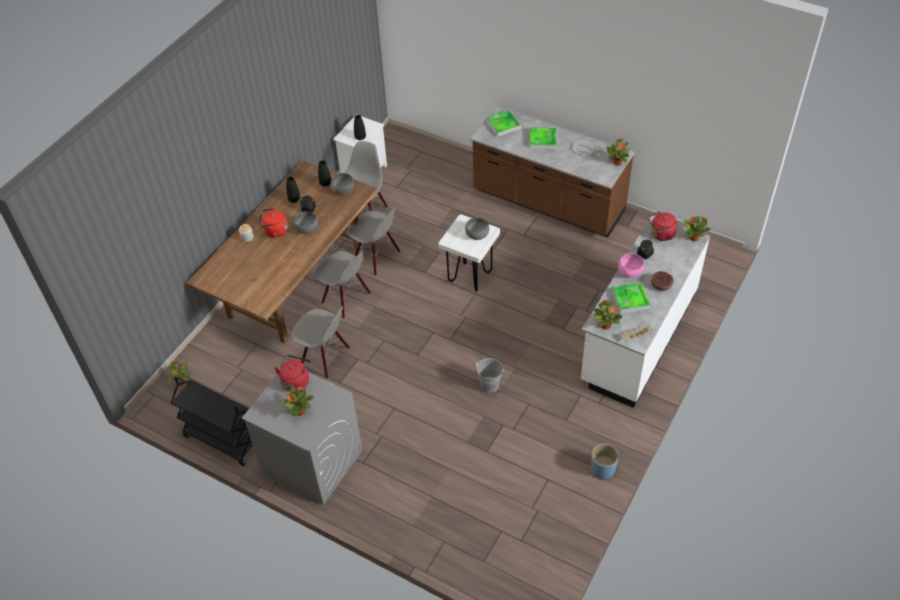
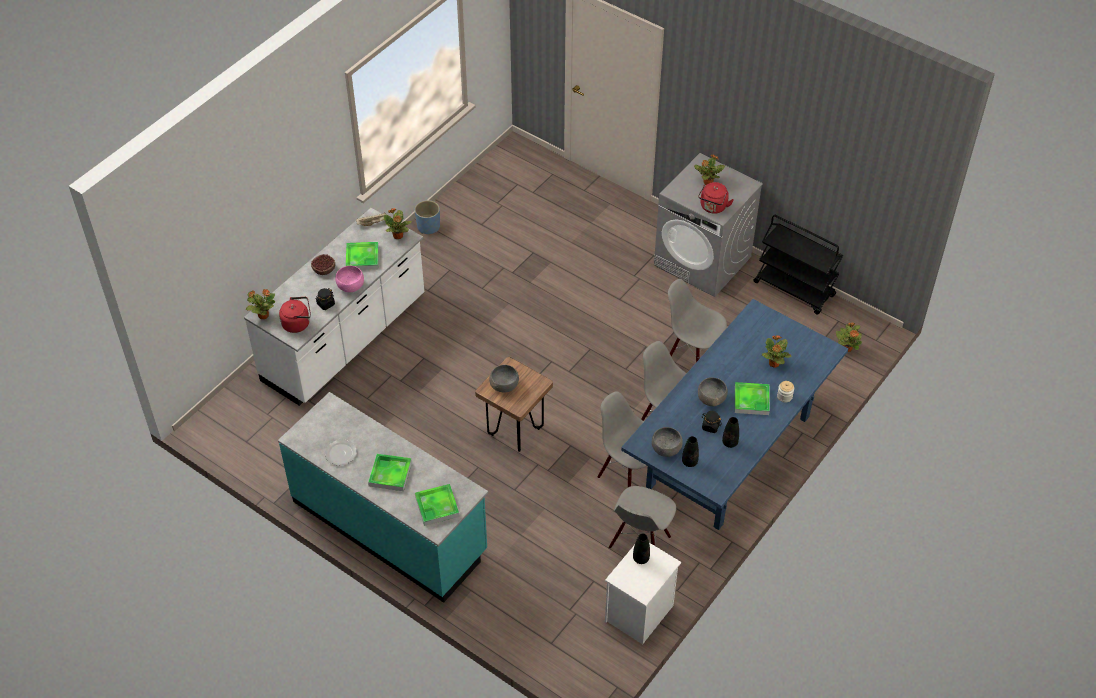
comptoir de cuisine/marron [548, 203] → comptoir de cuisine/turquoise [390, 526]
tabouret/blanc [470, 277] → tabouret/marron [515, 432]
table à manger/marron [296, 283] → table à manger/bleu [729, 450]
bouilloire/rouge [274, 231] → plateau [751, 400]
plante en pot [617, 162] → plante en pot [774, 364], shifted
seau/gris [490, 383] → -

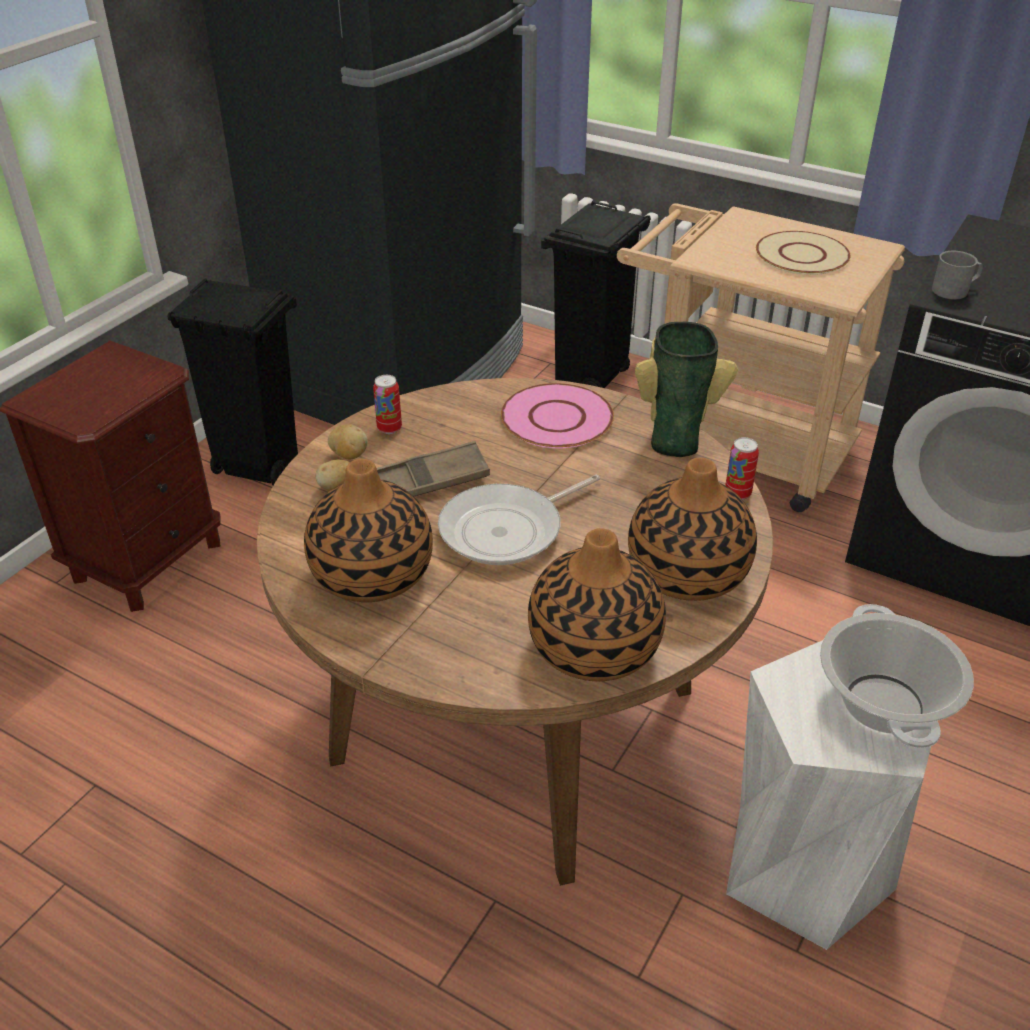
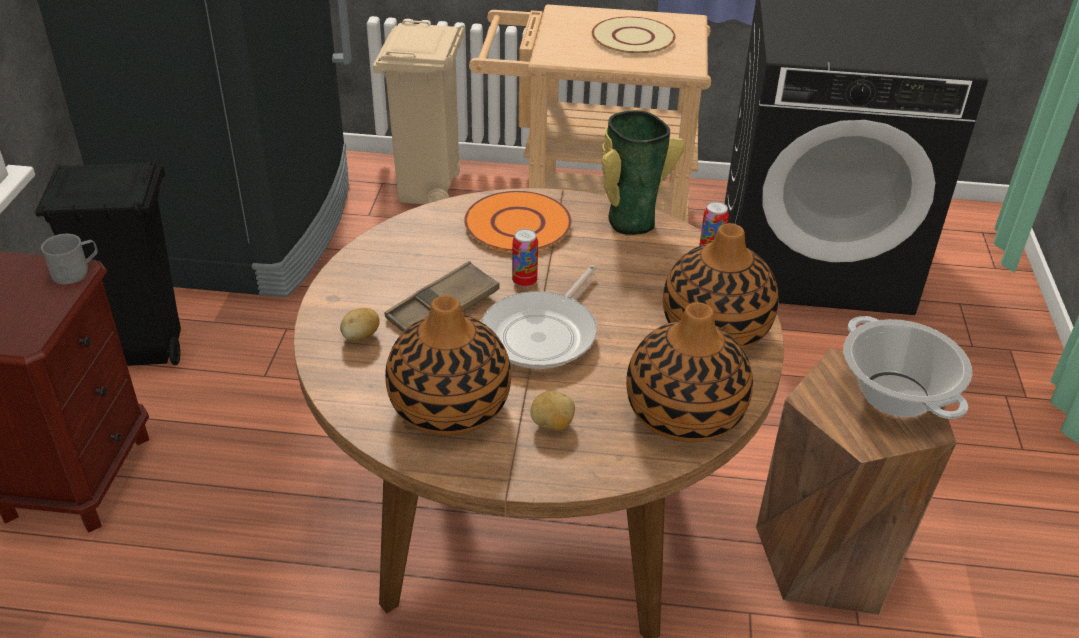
mug/gris [954, 290] → mug/gris [76, 271], shifted
poubelle/noir [589, 380] → poubelle/beige [428, 191]
assiette/rose [556, 419] → assiette/orange [517, 224]
boîte métallique [389, 428] → boîte métallique [524, 281], shifted
pomme de terre [348, 455] → pomme de terre [552, 424], shifted
tabouret/blanc [804, 867] → tabouret/marron [828, 556]

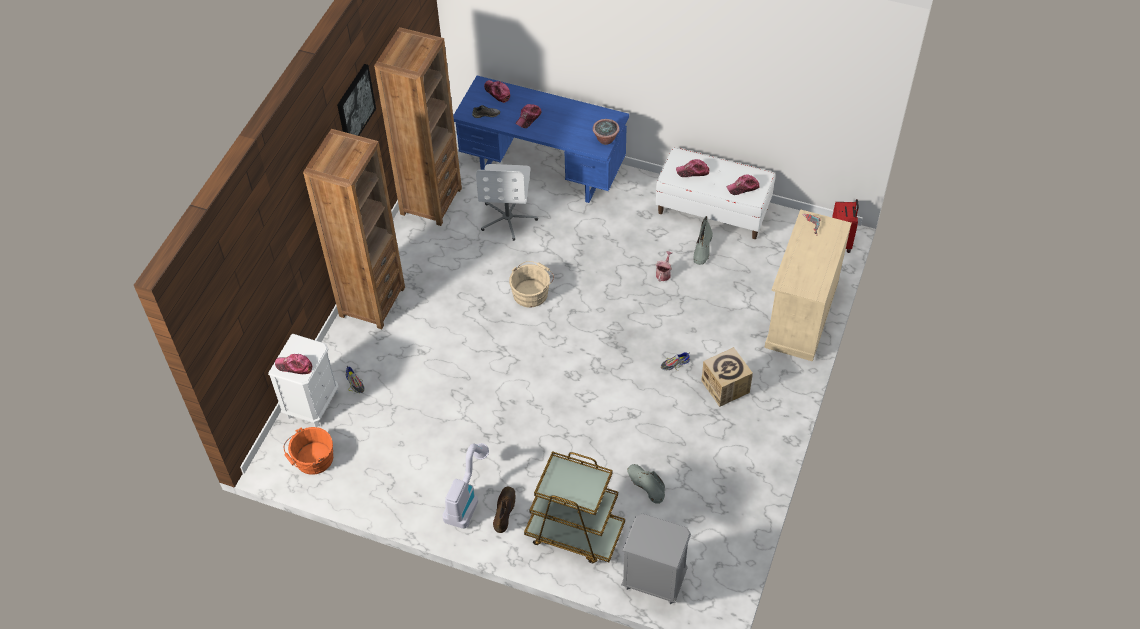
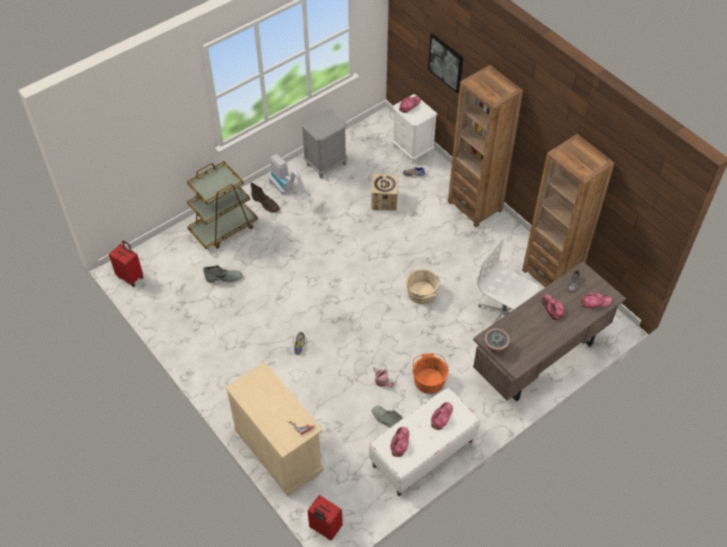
- → valise/rouge [131, 277]
table de chevet/gris [654, 580] → table de chevet/gris [326, 164], shifted
carton [725, 386] → carton [384, 200], shifted
seau/orange [312, 459] → seau/orange [429, 378], shifted
tableau [355, 106] → tableau [446, 62], shifted
bureau/bleu [544, 171] → bureau/marron [539, 359]

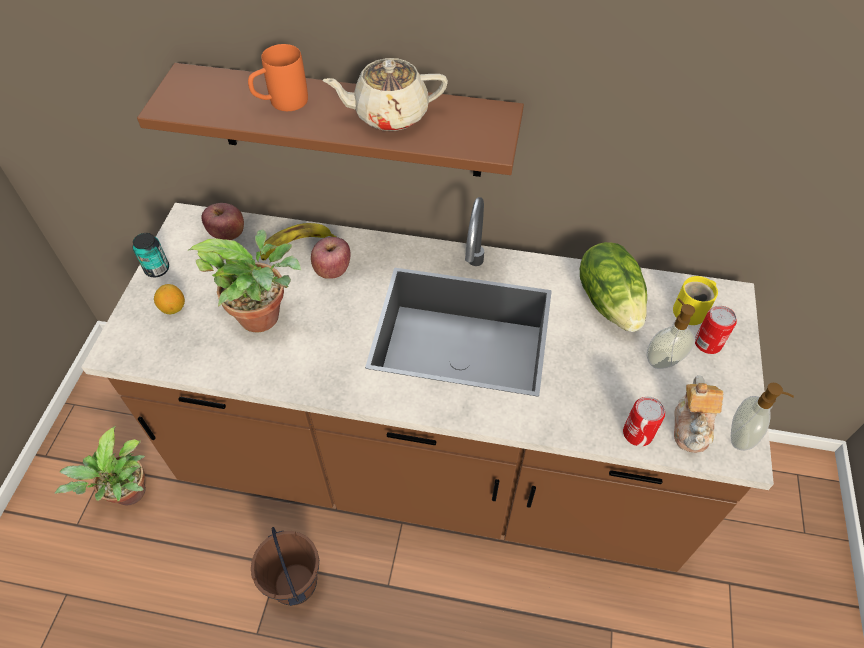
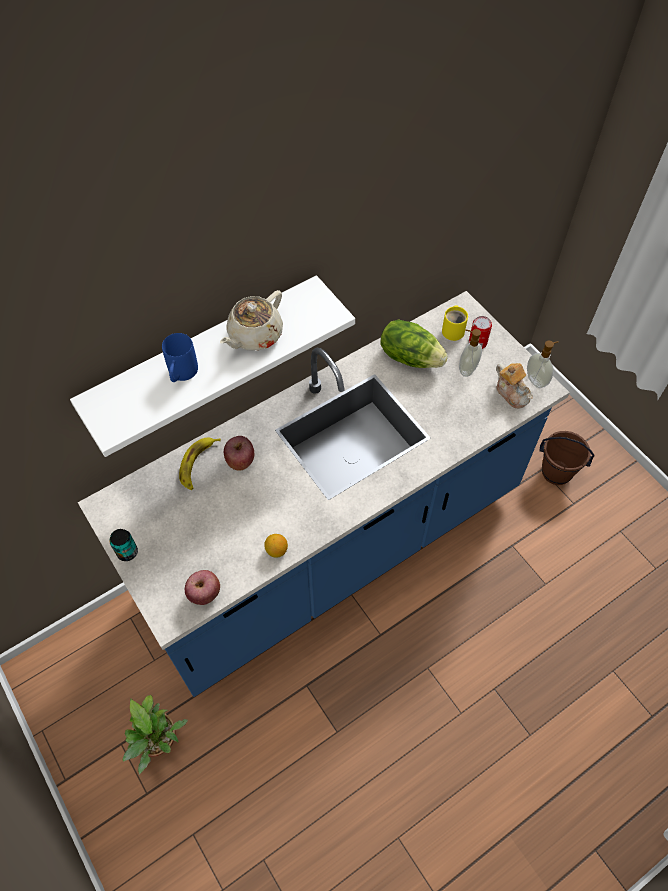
étagère/marron [348, 122] → étagère/blanc [204, 357]
comptoir de cuisine/marron [432, 466] → comptoir de cuisine/bleu [334, 547]
mug/orange [281, 103] → mug/bleu [181, 375]
pomme [227, 234] → pomme [205, 593], shifted
citron [173, 308] → citron [276, 550], shifted
seau/marron [296, 583] → seau/marron [556, 472], shifted
plante en pot [265, 316] → -
boîte métallique [637, 433] → -

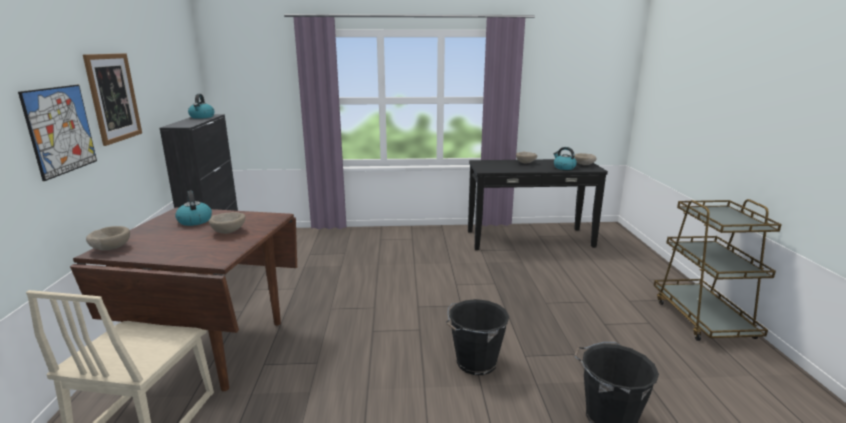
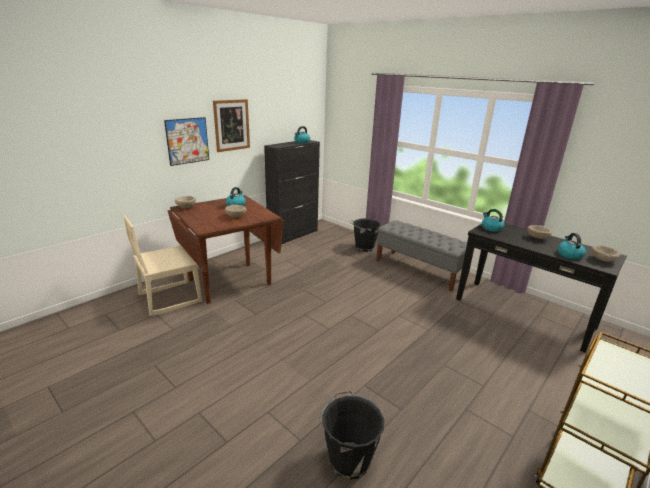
seau/noir [475, 363] → seau/noir [363, 247], shifted
- → banc/gris [419, 270]
- → bouilloire [491, 228]

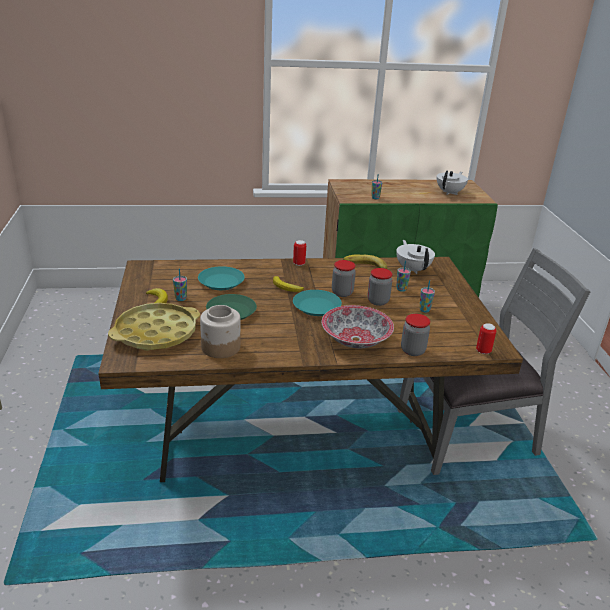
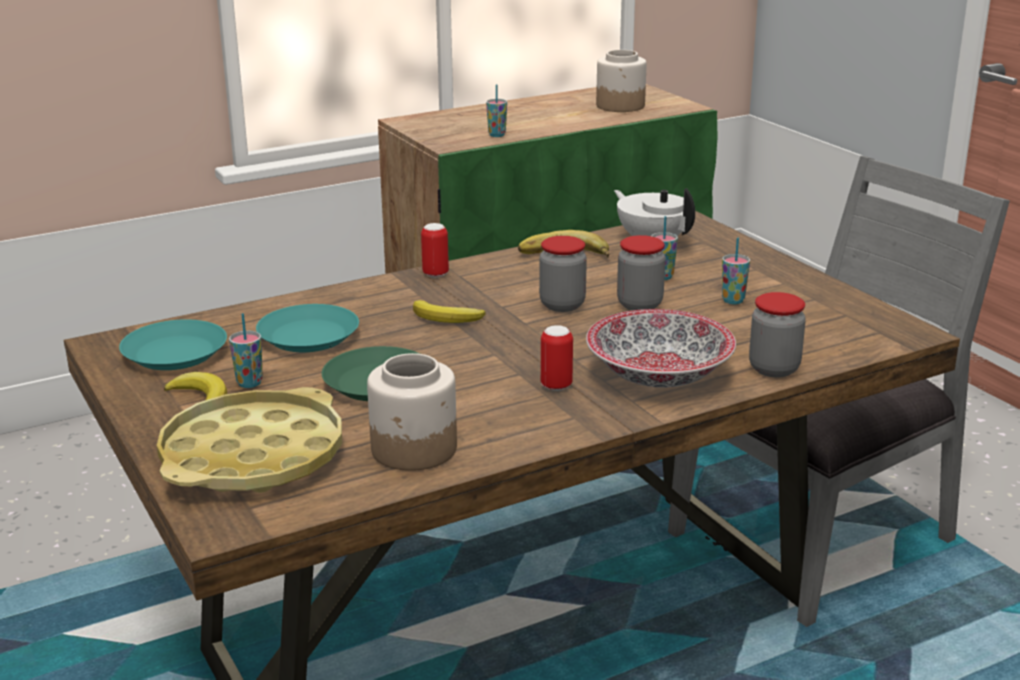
assiette/turquoise [316, 307] → assiette/turquoise [174, 354], shifted
boîte métallique [483, 351] → boîte métallique [556, 385], shifted
théière/blanc [450, 193] → bocal [621, 106]

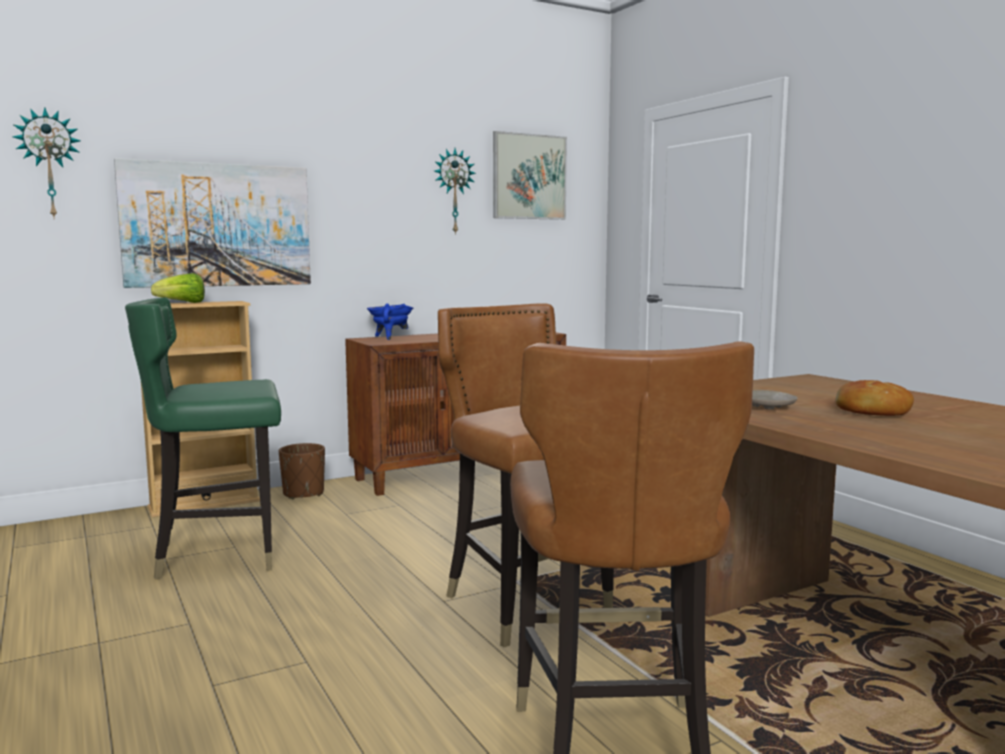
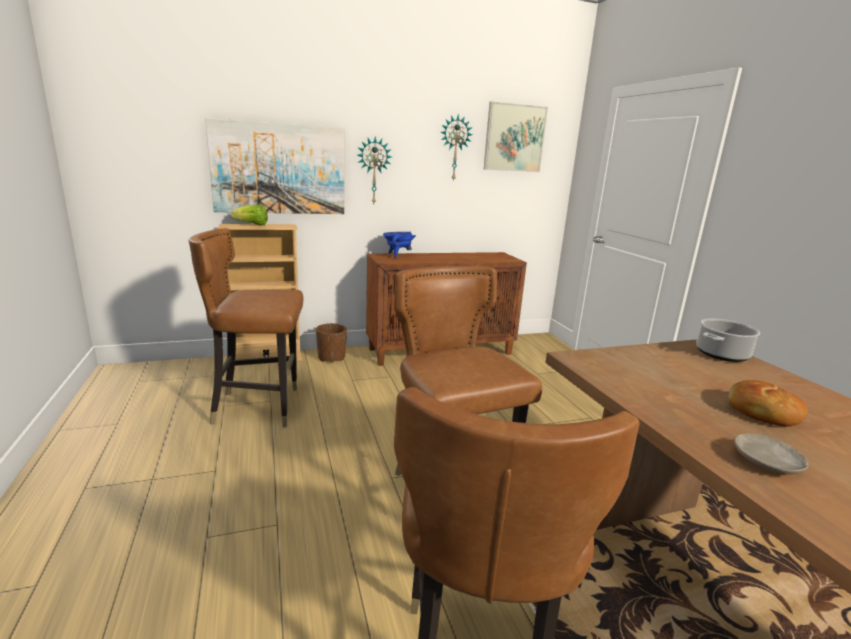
chaise/vert [219, 555] → chaise/marron [258, 407]
horloge murale [49, 164] → horloge murale [373, 171], shifted
- → marmite [721, 354]
assiette/beige [768, 407] → assiette/beige [767, 462], shifted

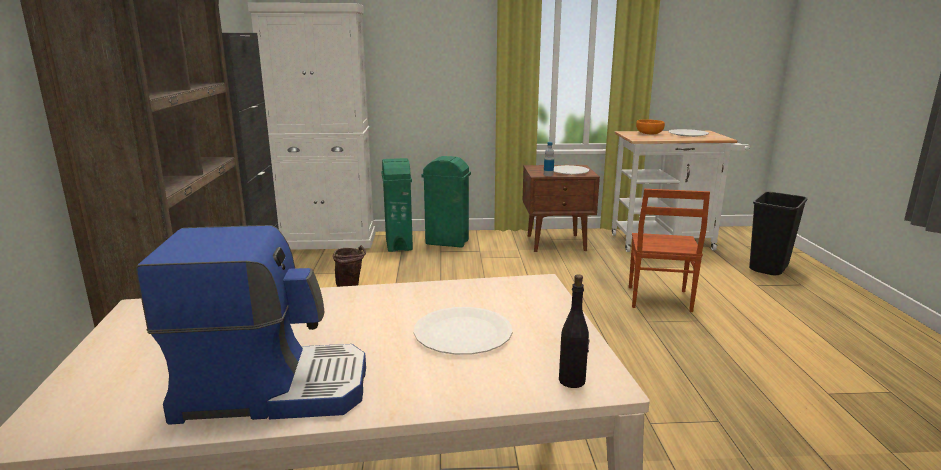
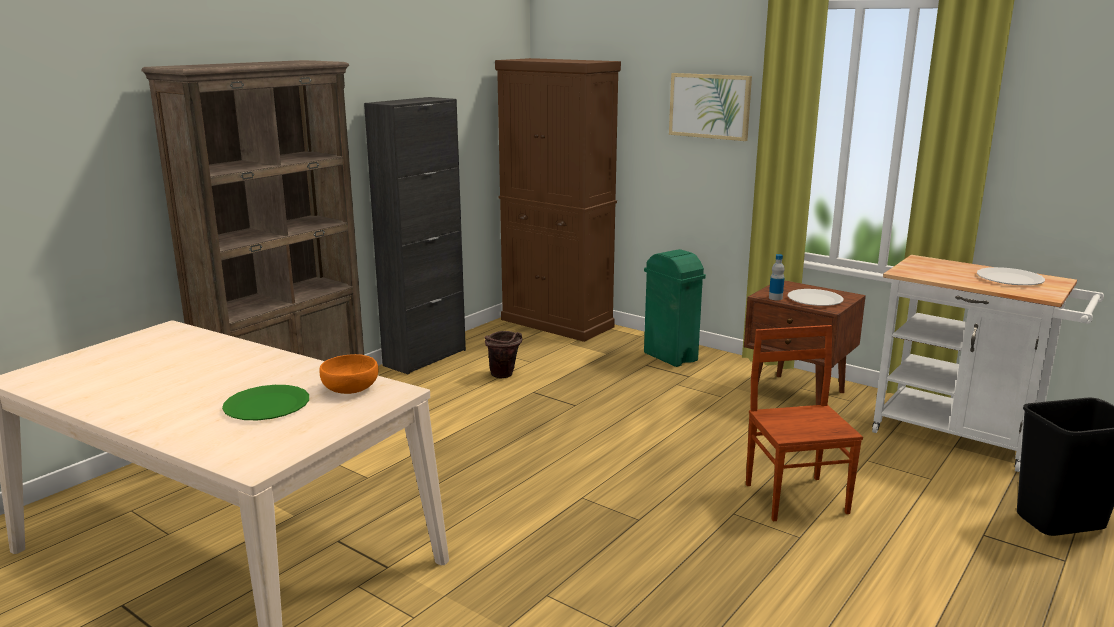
assiette/blanc [463, 333] → assiette/vert [267, 405]
bol/orange [649, 134] → bol/orange [349, 388], shifted
meuble de rangement/blanc [328, 241] → meuble de rangement/marron [557, 323]
- → tableau [710, 106]
chaise/marron [658, 299] → chaise/marron [796, 497], 120 degrees clockwise
machine à café [273, 388] → -
poubelle/vert [399, 244] → -
bouteille/noir [572, 381] → -

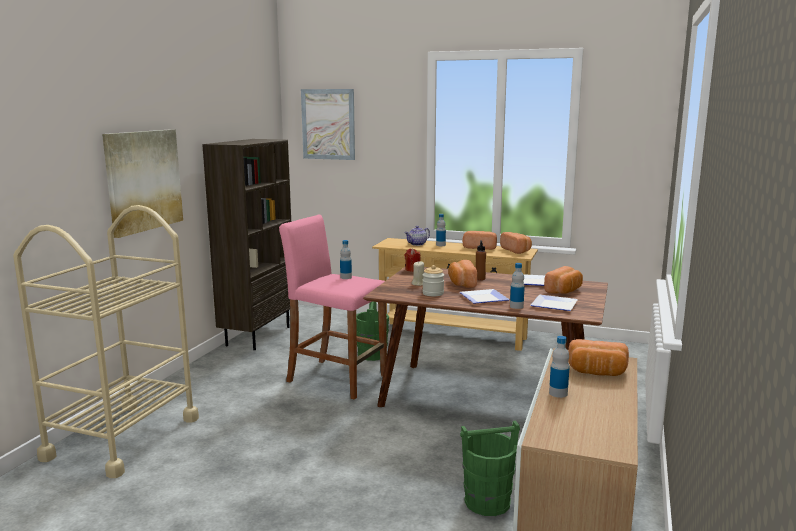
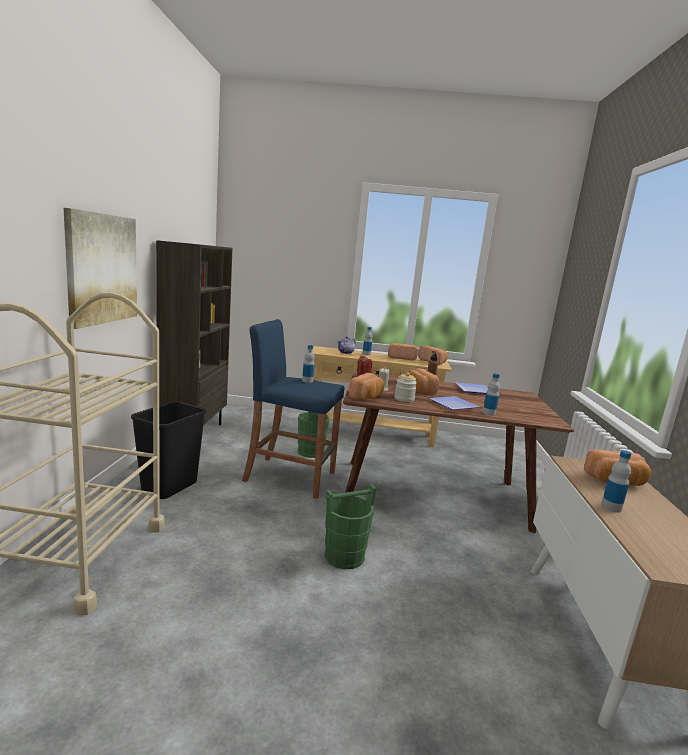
- → poubelle/noir [169, 487]
tabouret/rose [337, 378] → tabouret/bleu [290, 477]
seau/vert [488, 502] → seau/vert [345, 556], shifted
pain [564, 291] → pain [367, 397], shifted
tableau [328, 124] → -
assiette [552, 305] → -

